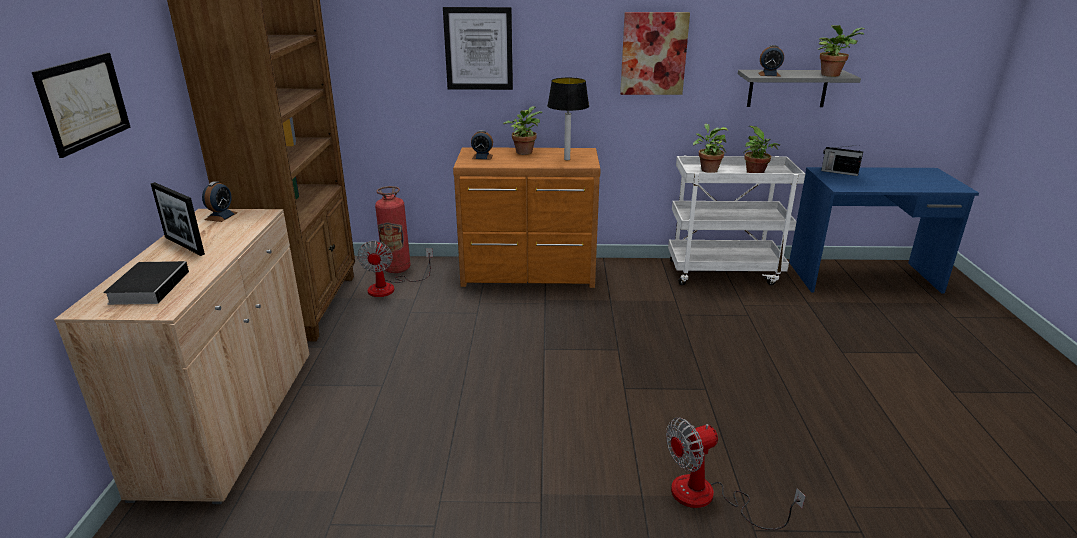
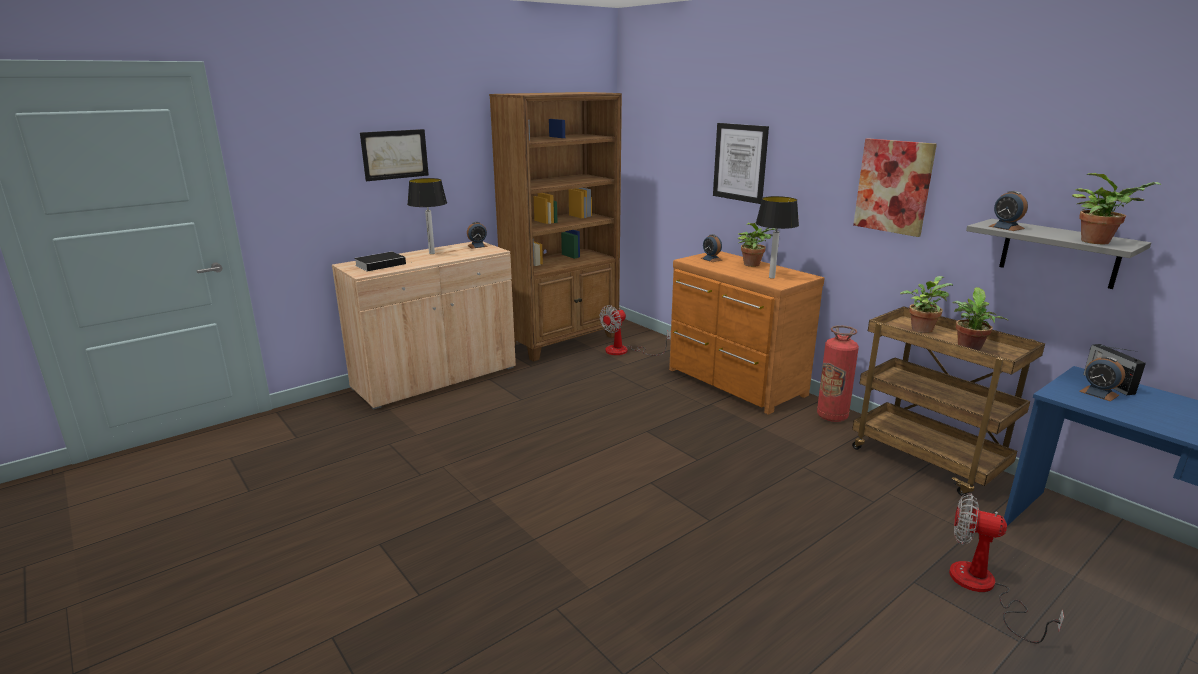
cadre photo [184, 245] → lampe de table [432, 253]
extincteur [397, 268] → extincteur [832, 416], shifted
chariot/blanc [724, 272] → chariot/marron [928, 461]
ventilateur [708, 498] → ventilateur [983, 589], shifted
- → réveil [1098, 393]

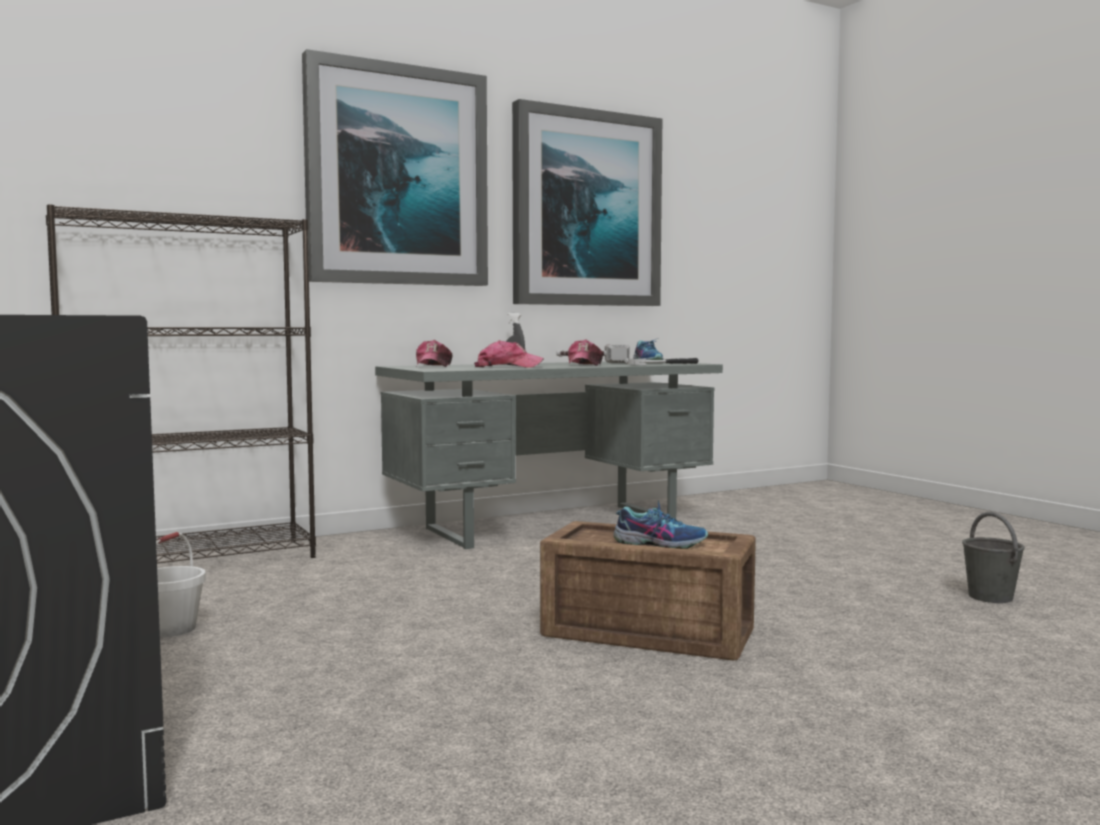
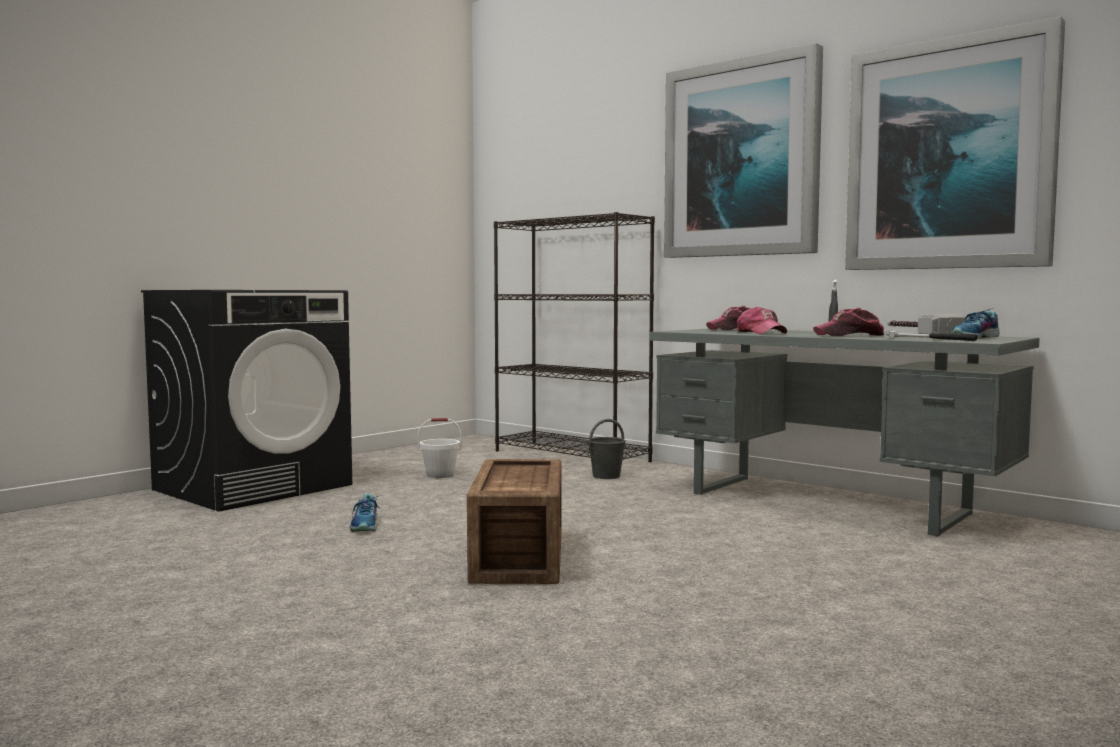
chaussure [660, 543] → chaussure [366, 525], shifted
seau/gris [991, 597] → seau/gris [606, 476], shifted

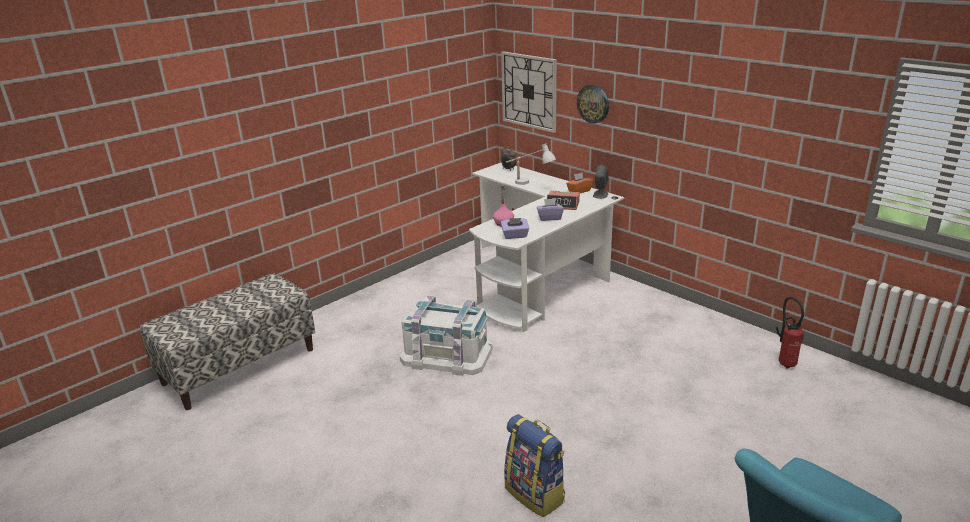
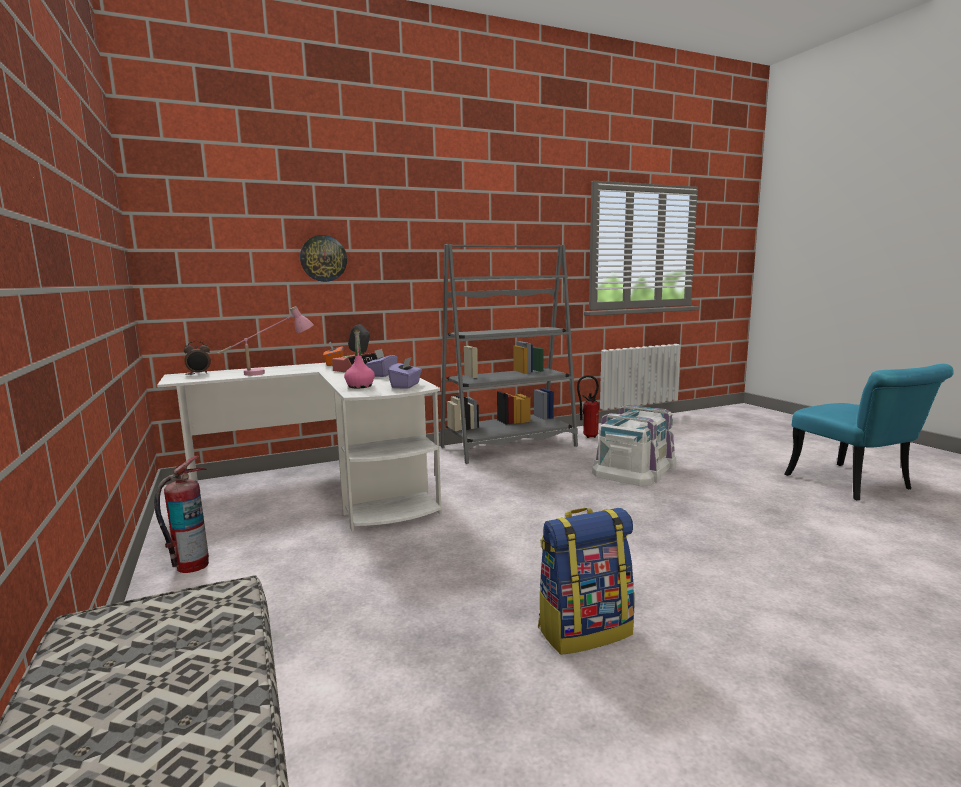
- → extincteur [191, 565]
lampe de table/blanc [529, 184] → lampe de table/rose [270, 372]
- → bibliothèque/gris [509, 447]
sac à dos [536, 494] → sac à dos [584, 630], shifted
boîte de rangement/blanc [447, 354] → boîte de rangement/blanc [634, 468], shifted
horloge murale [529, 91] → -

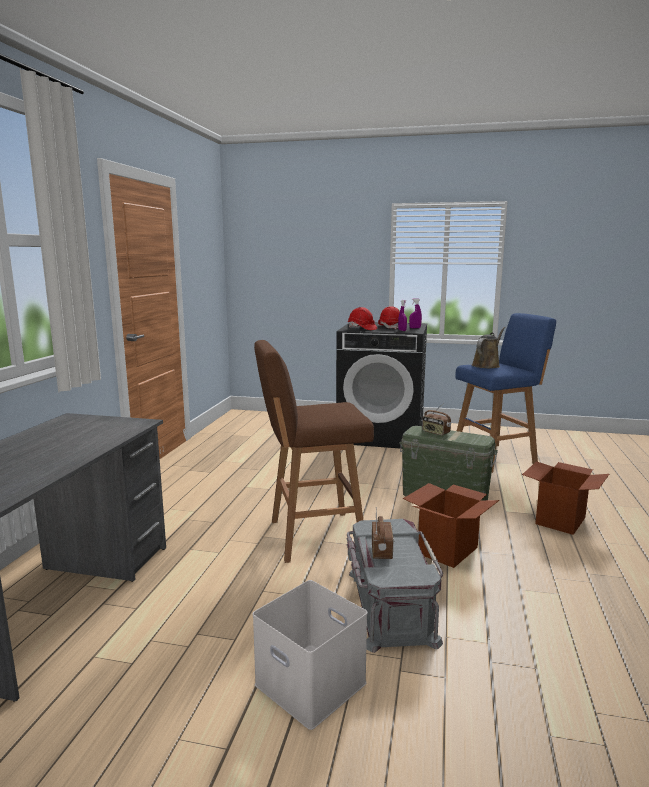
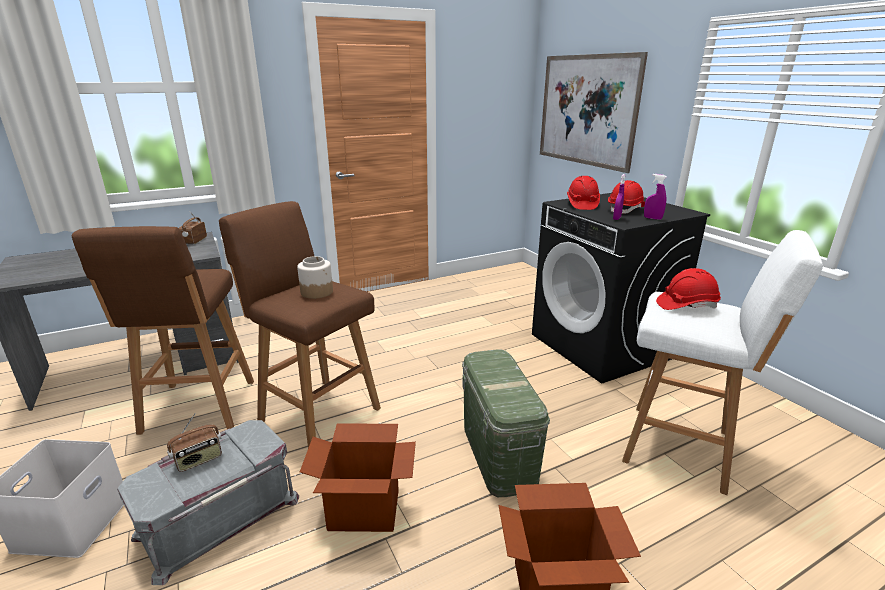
- → tabouret/marron [198, 408]
radio [435, 432] → radio [194, 241], shifted
- → bocal [317, 292]
- → tableau [586, 110]
tabouret/bleu [496, 457] → tabouret/blanc [682, 448]
arrosoir/marron [487, 365] → casque de chantier/rouge [686, 305]

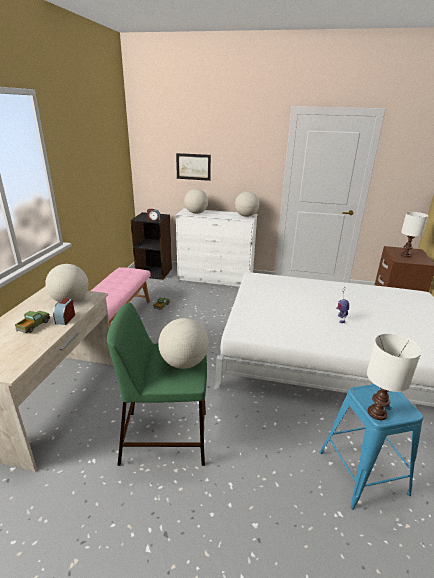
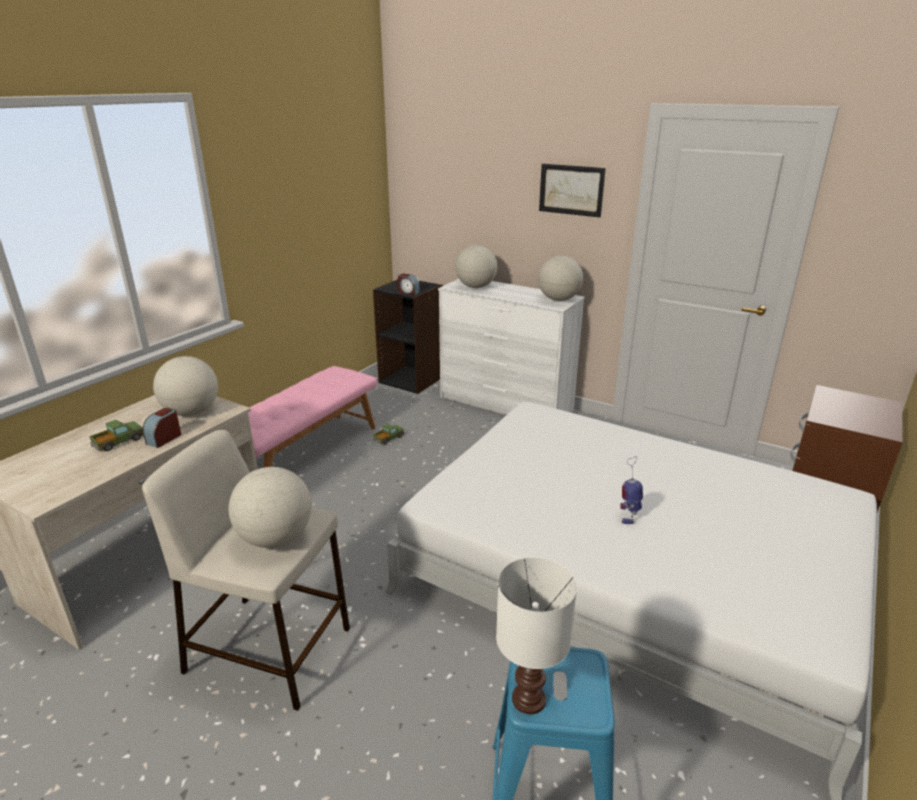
tabouret/vert [166, 436] → tabouret/beige [271, 650]
tableau [193, 166] → tableau [571, 190], shifted
lampe de table/blanc [406, 255] → -

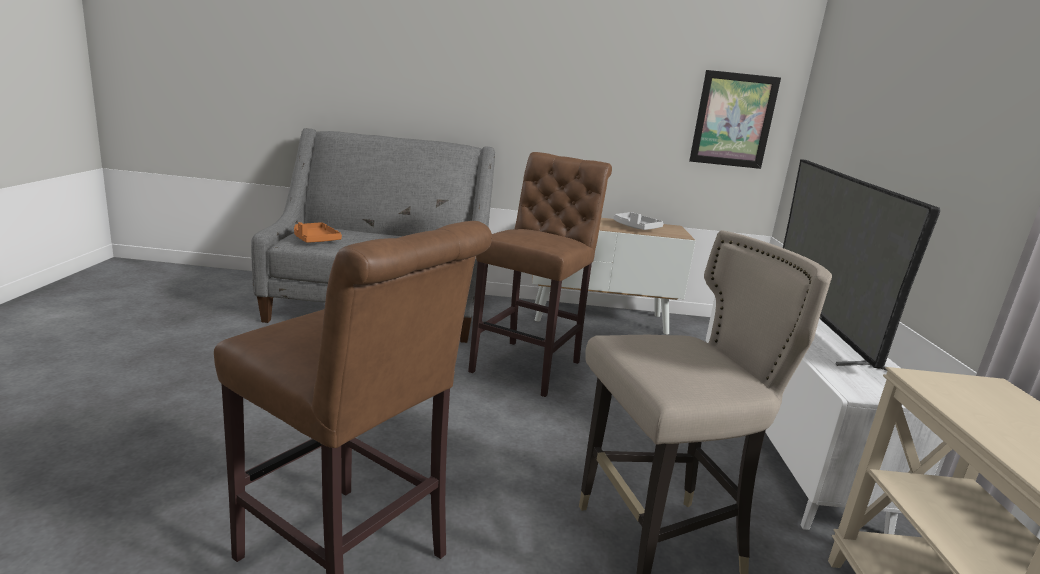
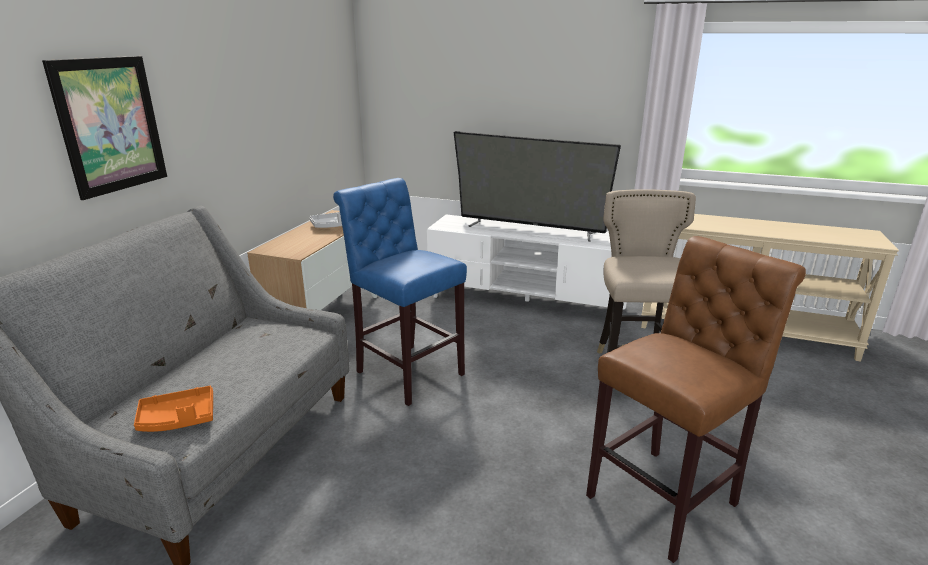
tableau [733, 120] → tableau [110, 125], shifted
tabouret/marron [529, 365] → tabouret/bleu [406, 371]

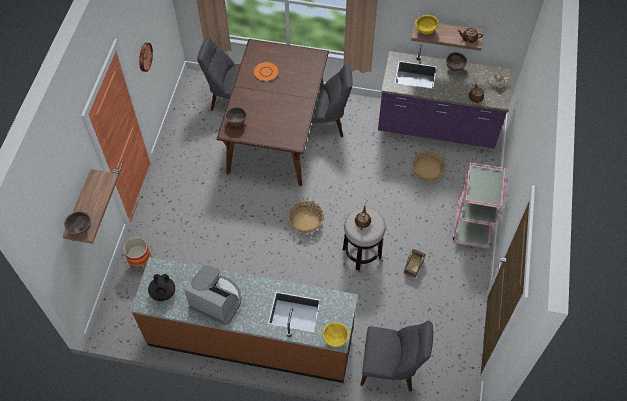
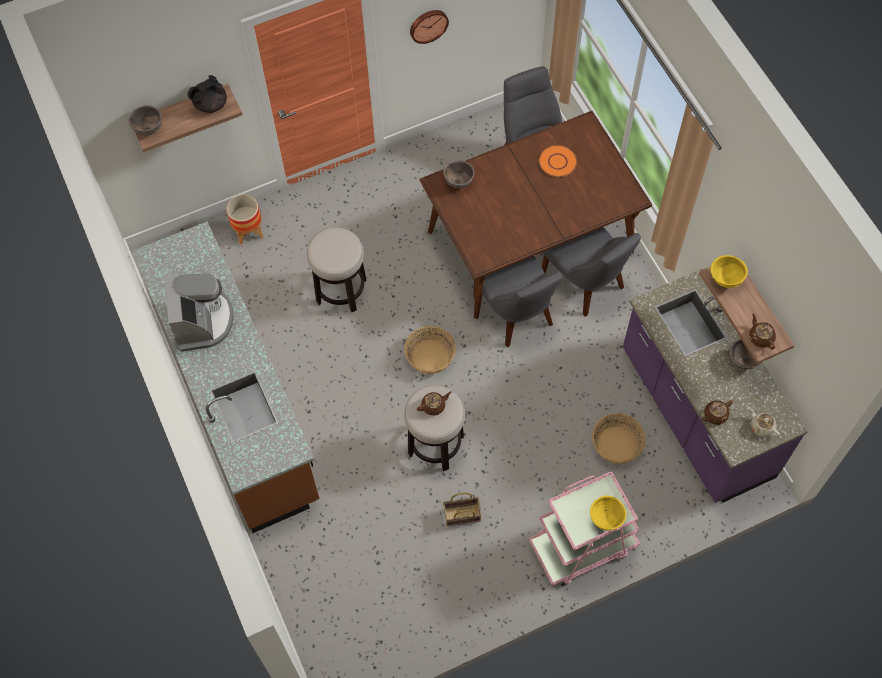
théière/noir [163, 293] → théière/noir [210, 104], shifted
- → tabouret [341, 290]
chaise/gris [391, 368] → chaise/gris [515, 313], shifted
bol/jaune [335, 339] → bol/jaune [606, 519], shifted

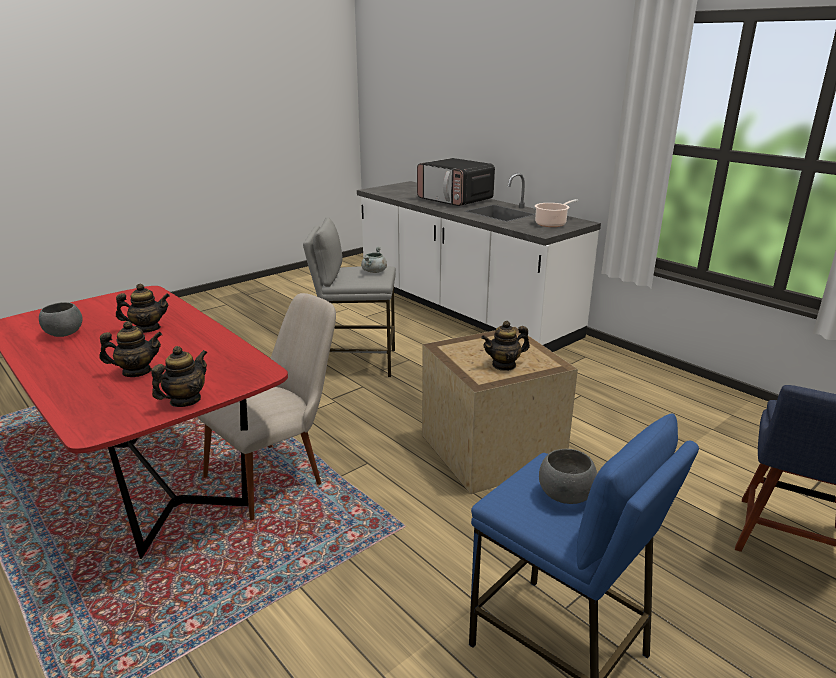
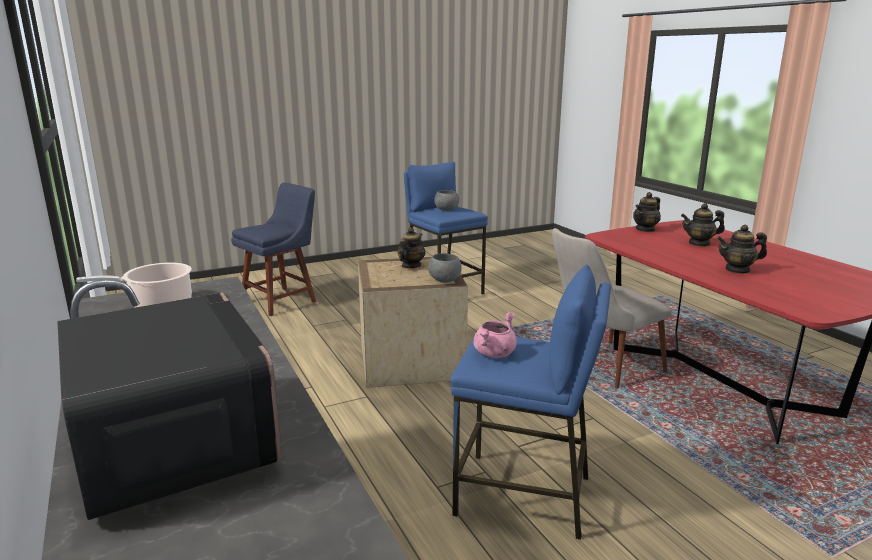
théière [504, 365] → théière [411, 266], 60 degrees counterclockwise
bol/gris [65, 334] → bol/gris [444, 281], shifted
tabouret/gris [356, 362] → tabouret/bleu [524, 495]
marmite/gris [374, 271] → marmite/rose [494, 353]

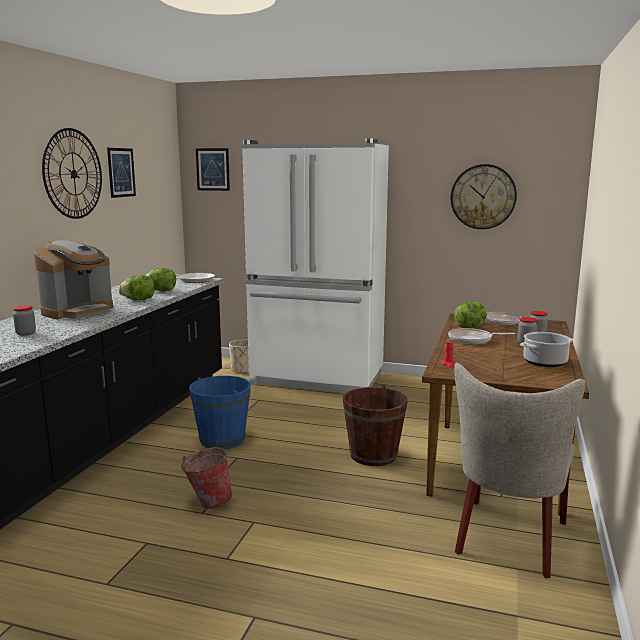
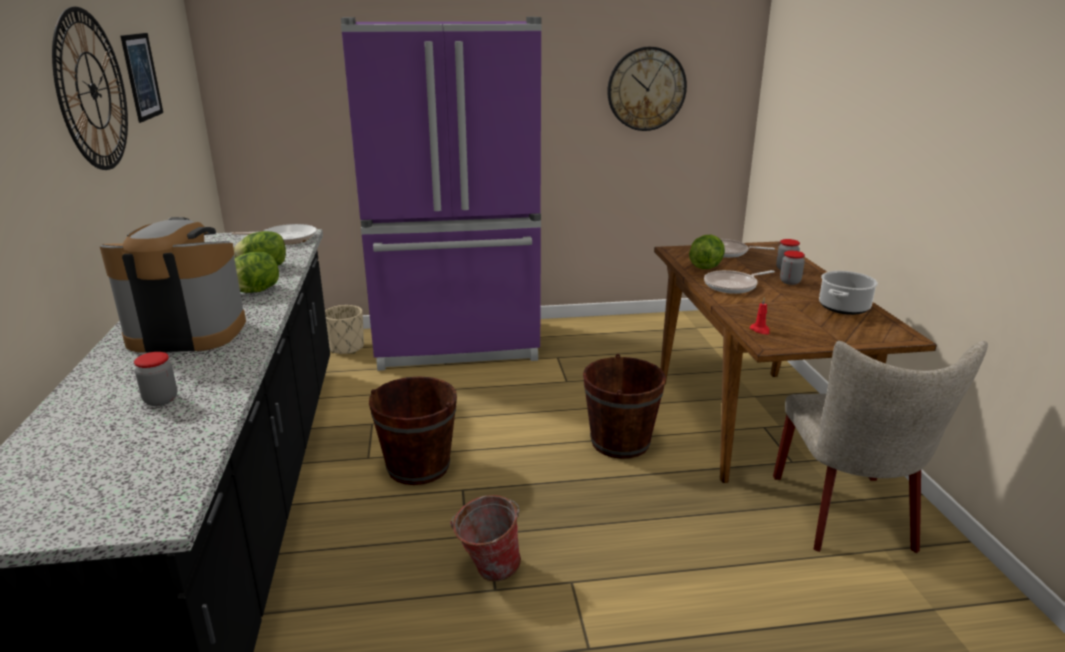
machine à café [78, 311] → machine à café [187, 333], 105 degrees counterclockwise
réfrigérateur/blanc [317, 379] → réfrigérateur/violet [457, 345]
seau/bleu [222, 440] → seau/marron [418, 466]
tableau [212, 169] → -

